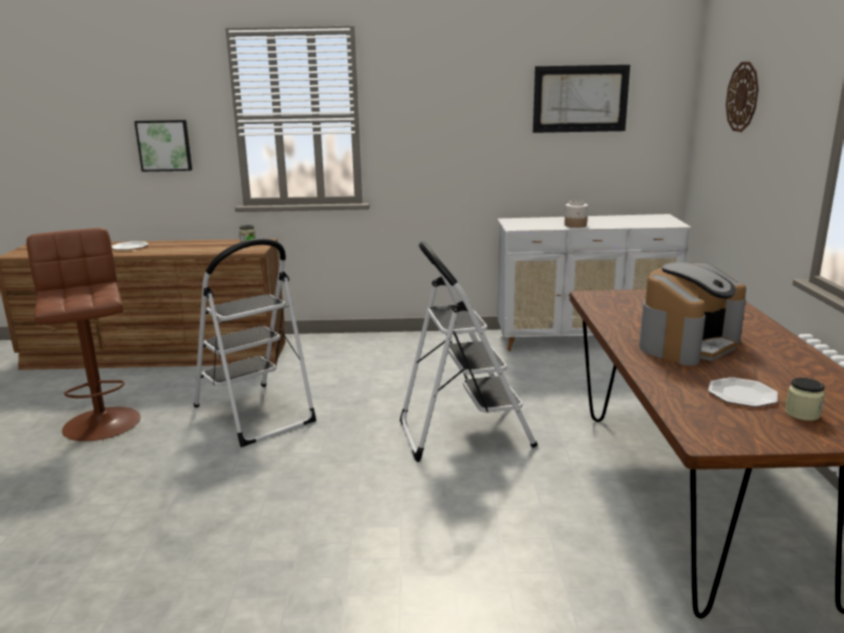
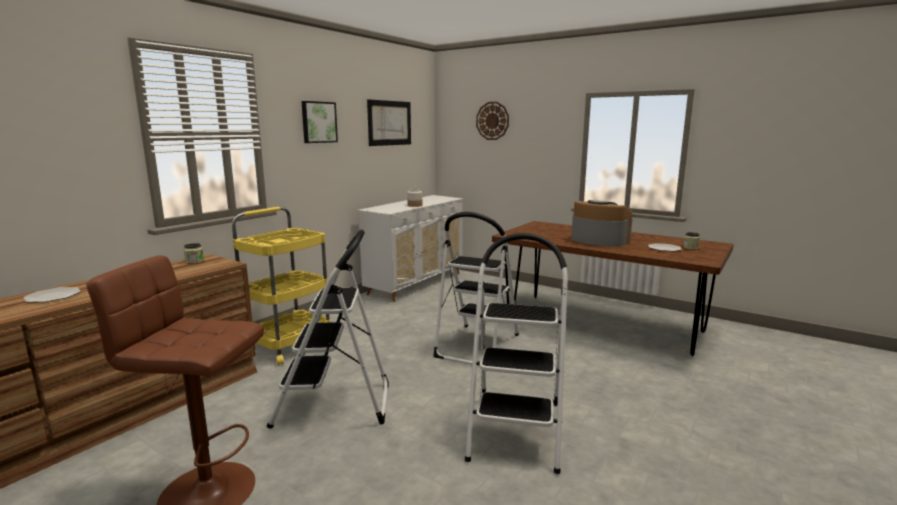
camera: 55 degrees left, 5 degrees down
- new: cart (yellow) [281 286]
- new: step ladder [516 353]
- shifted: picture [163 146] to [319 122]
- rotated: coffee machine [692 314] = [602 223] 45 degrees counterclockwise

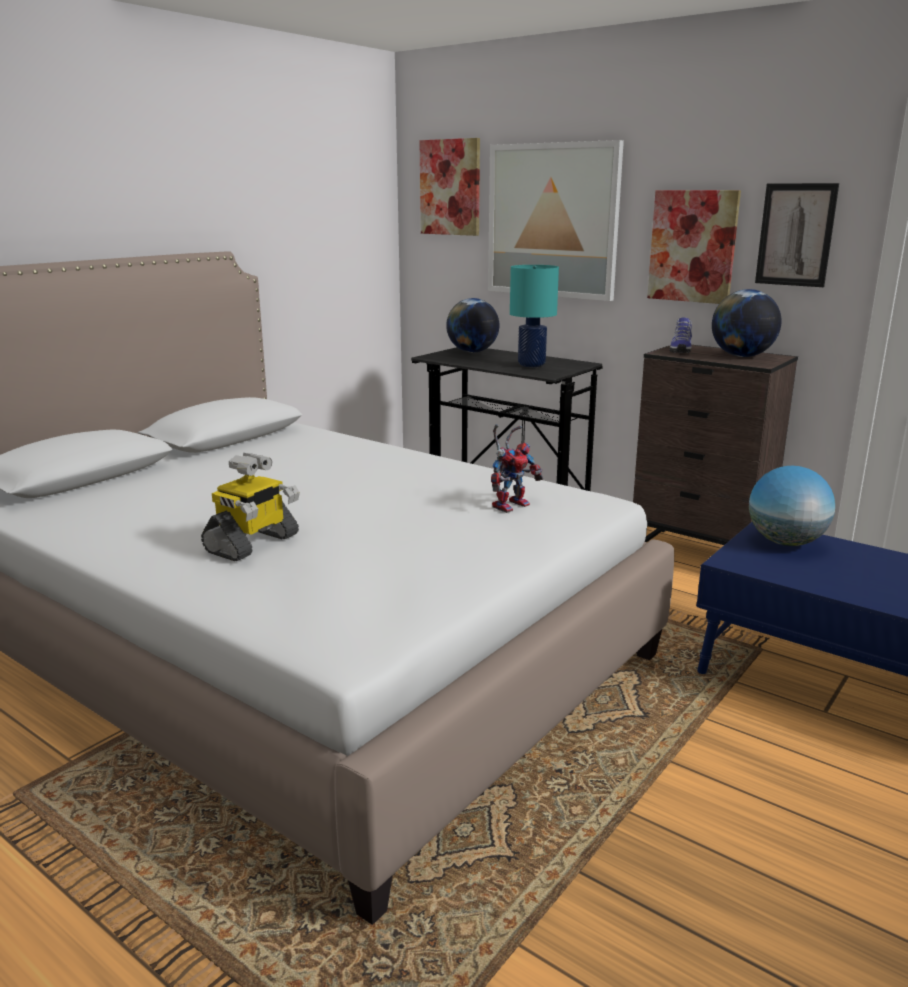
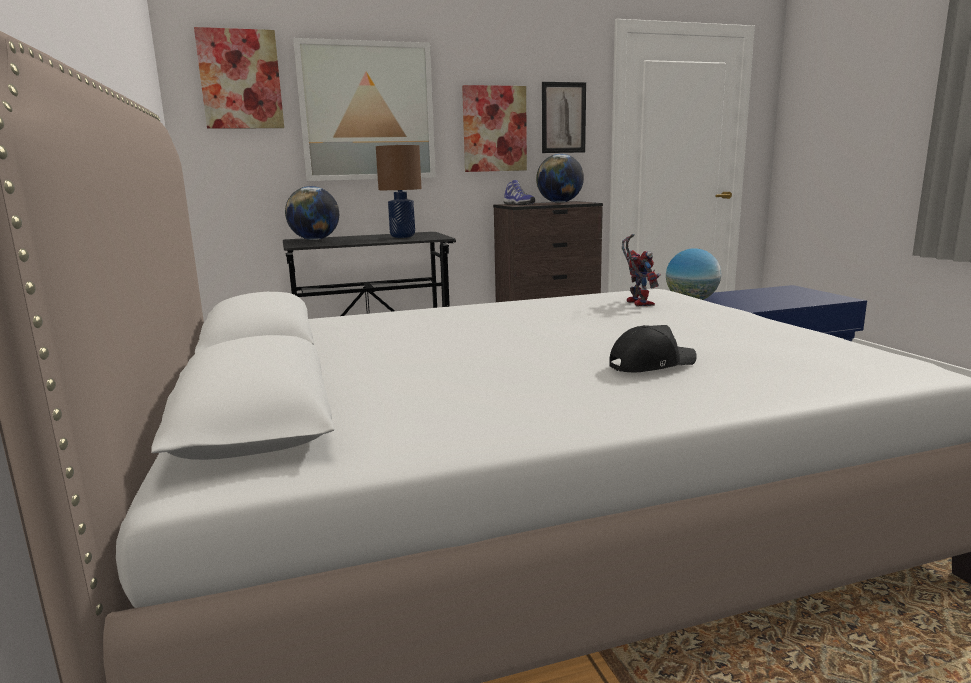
camera: 55 degrees left, 5 degrees down
- swapped: toy robot [250 507] to cap (black) [653 348]
- repainted: table lamp (turquoise) [534 316] to table lamp (brown) [399 191]

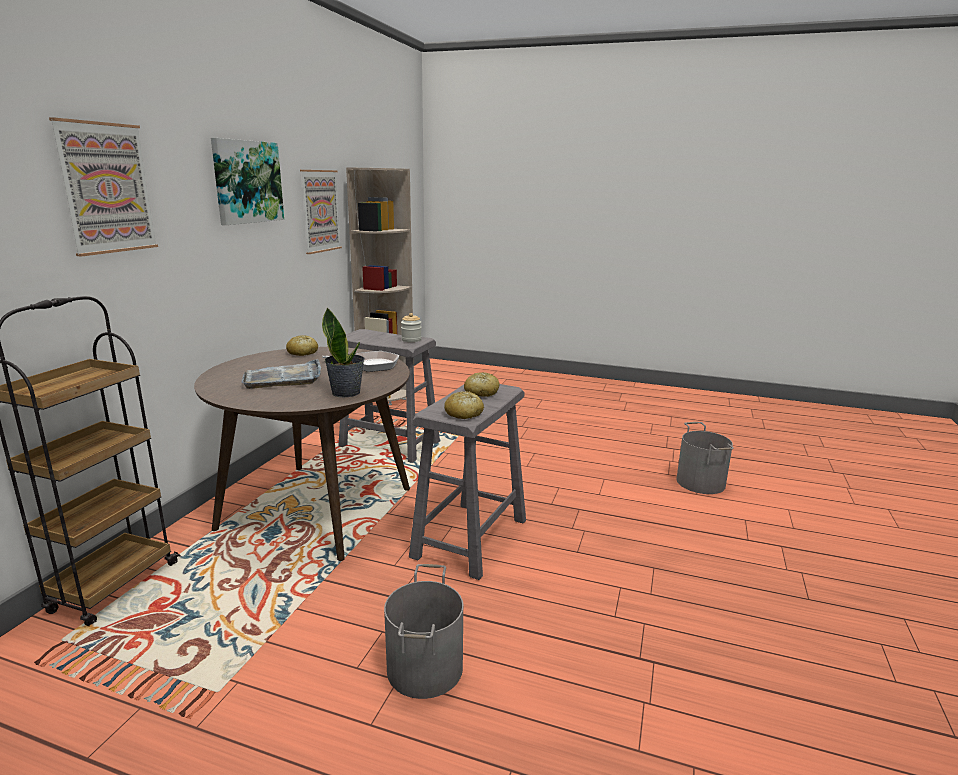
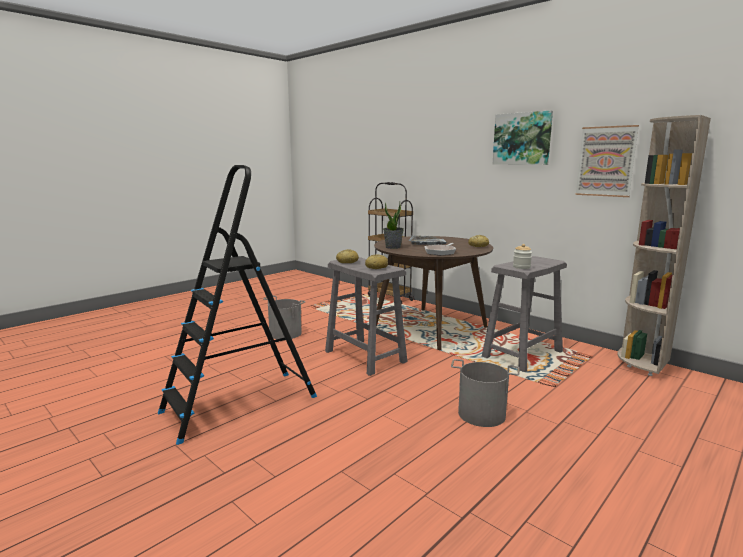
camera: 115 degrees right, 5 degrees down
- gone: picture [103 187]
- new: step ladder (black) [237 305]
- shifted: bucket (grey) [705 458] to [485 393]

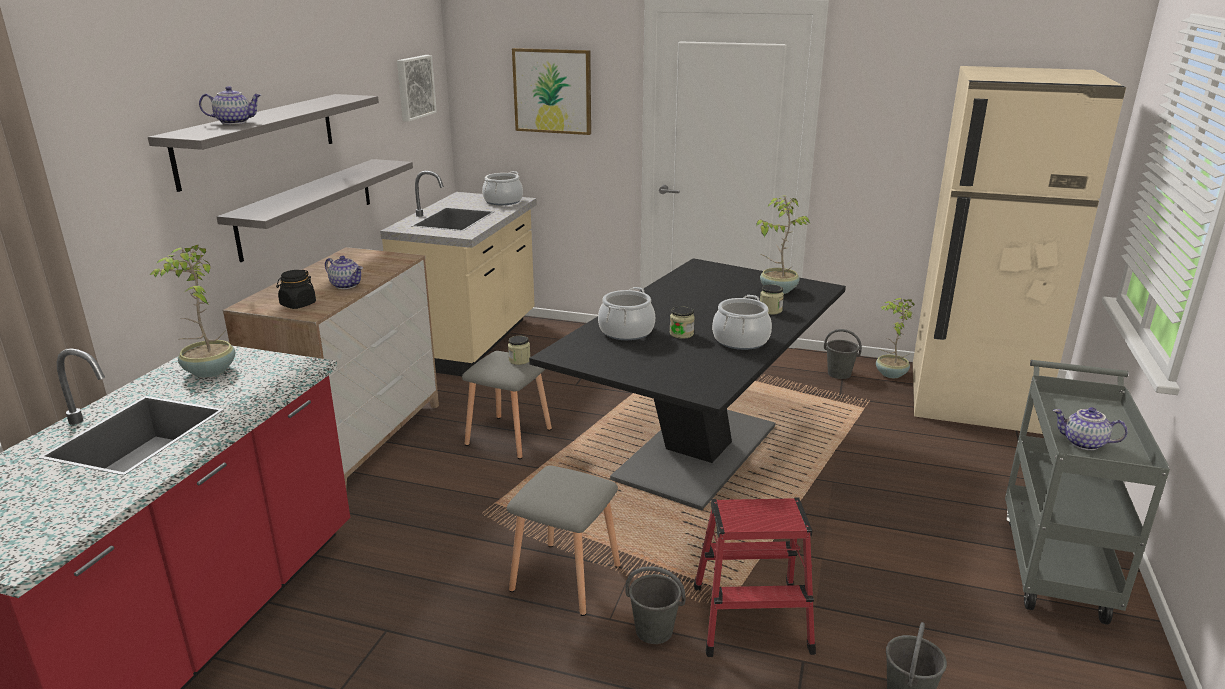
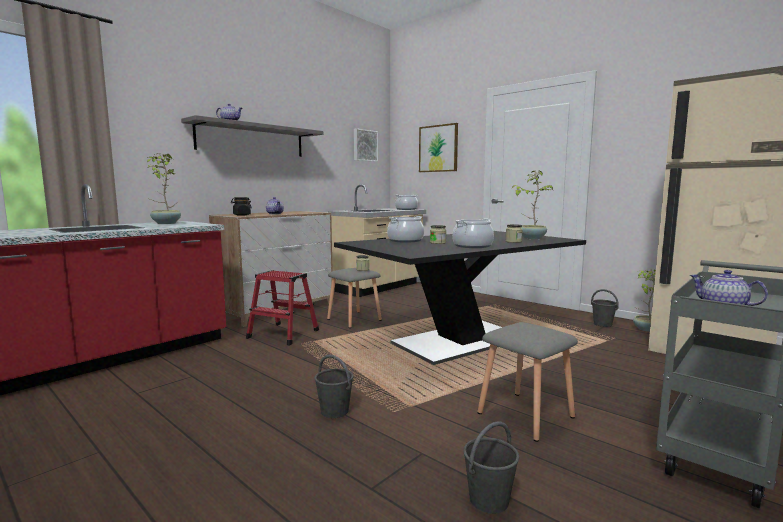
camera: 25 degrees right, 15 degrees down
- gone: shelf (grey) [315 210]
- shifted: stool (grey) [564 541] to [527 382]
- shifted: step ladder (red) [755 577] to [282 308]

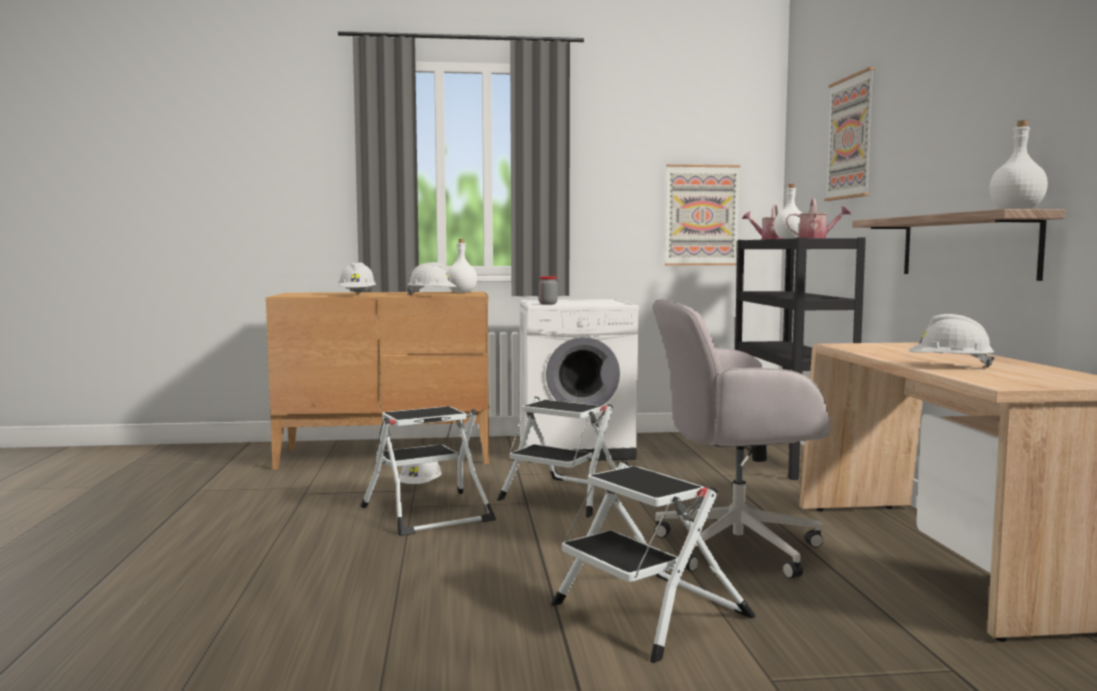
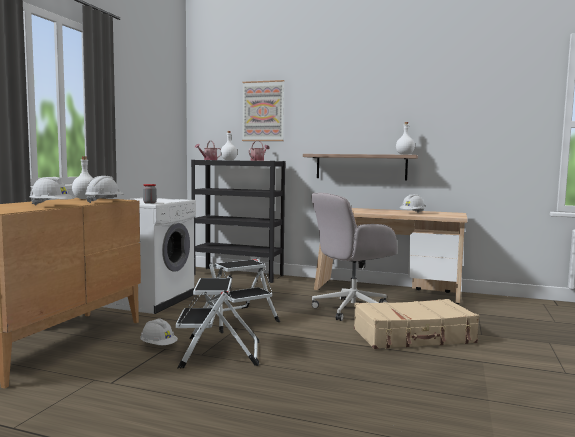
camera: 65 degrees left, 0 degrees up
- gone: picture [702 215]
- swapped: step ladder [653 561] to suitcase (beige) [416 324]
- rotated: office chair (grey) [742 439] = [354 257] 45 degrees clockwise

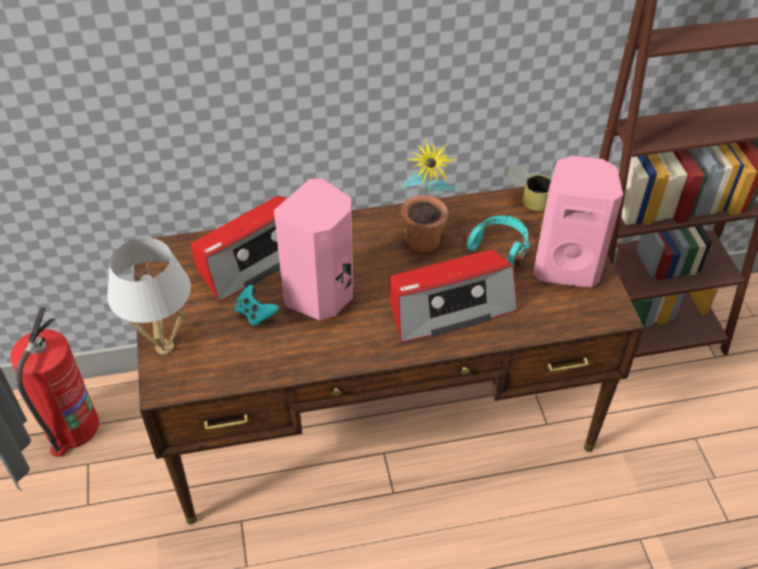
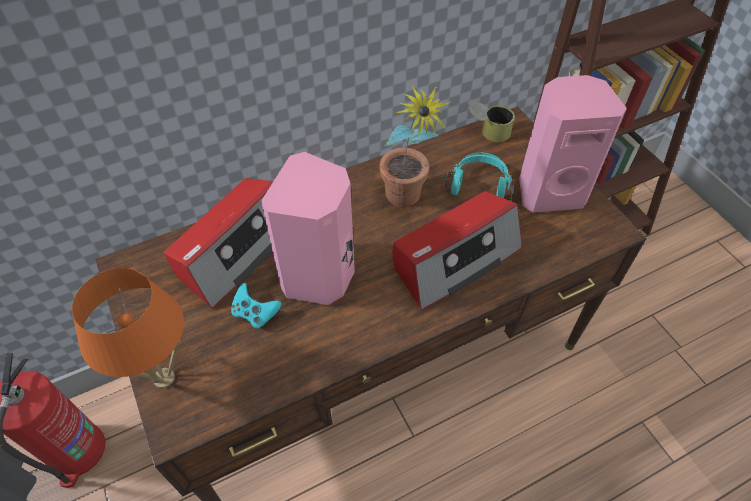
camera: 15 degrees left, 5 degrees up
- repainted: table lamp (white) [149 296] to table lamp (orange) [128 328]

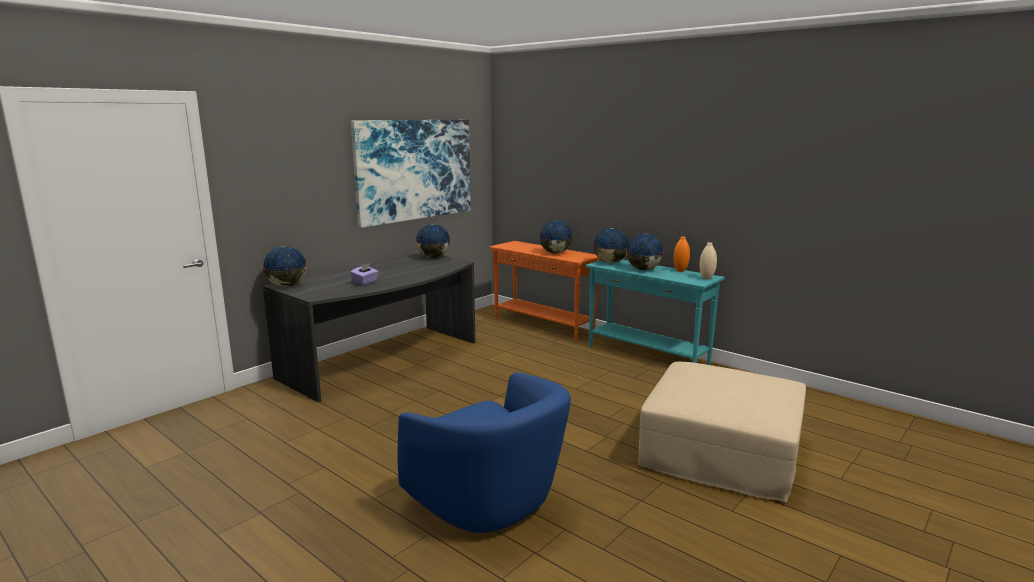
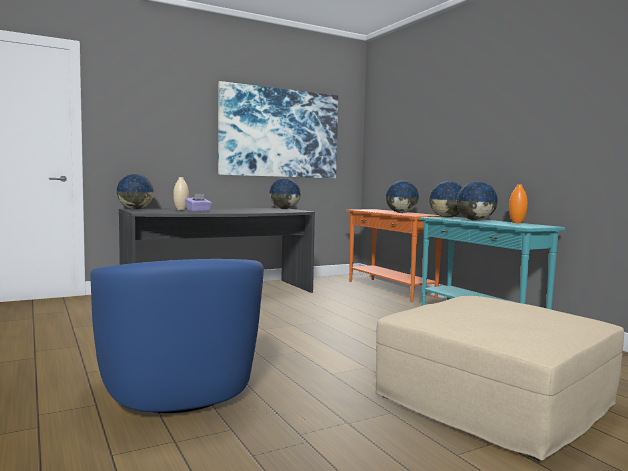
camera: 20 degrees right, 10 degrees down
- shifted: vase (beige) [708 261] to [181 193]

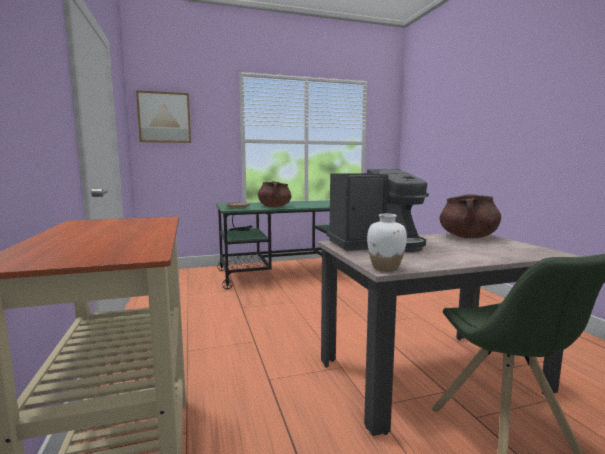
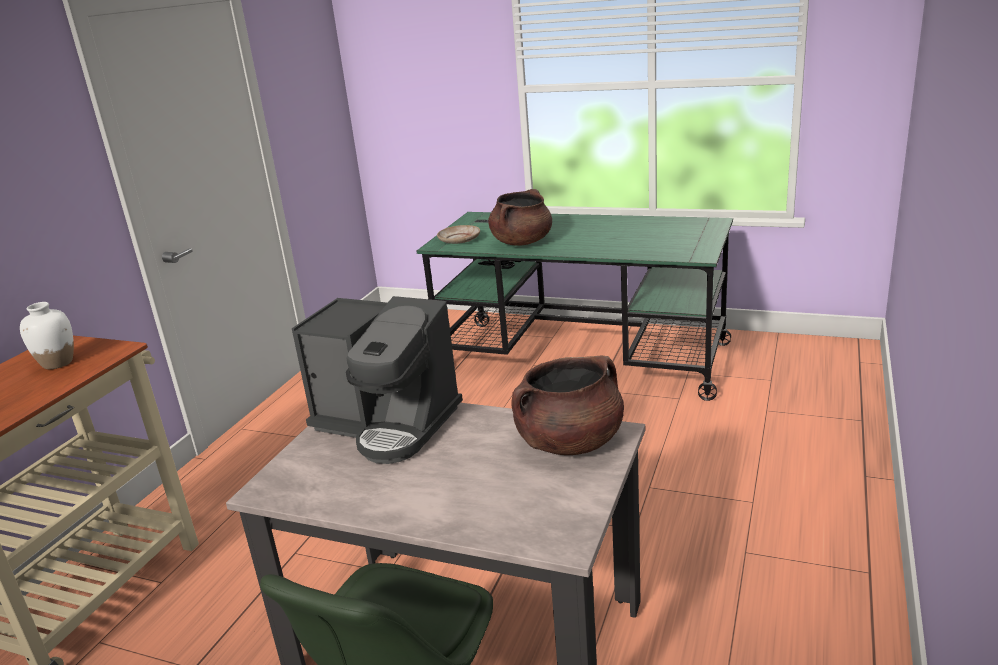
camera: 40 degrees right, 15 degrees up
- gone: picture [163 116]
- shifted: vase (white) [387 243] to [47 335]

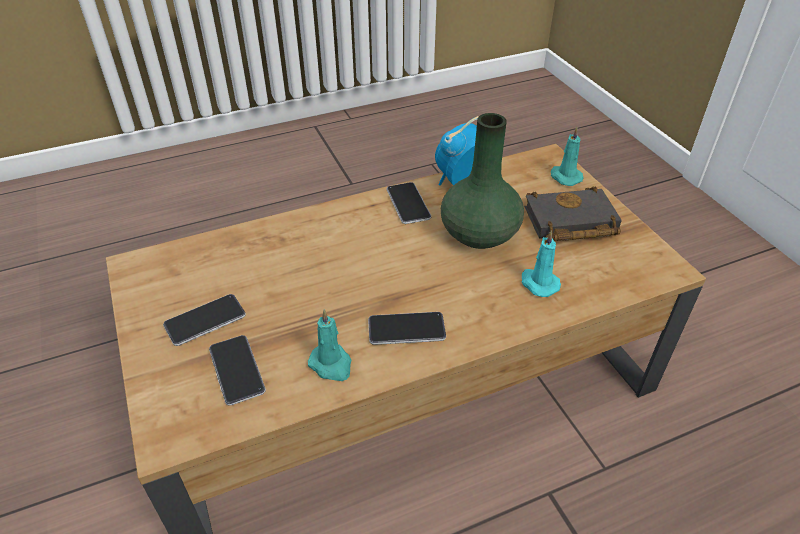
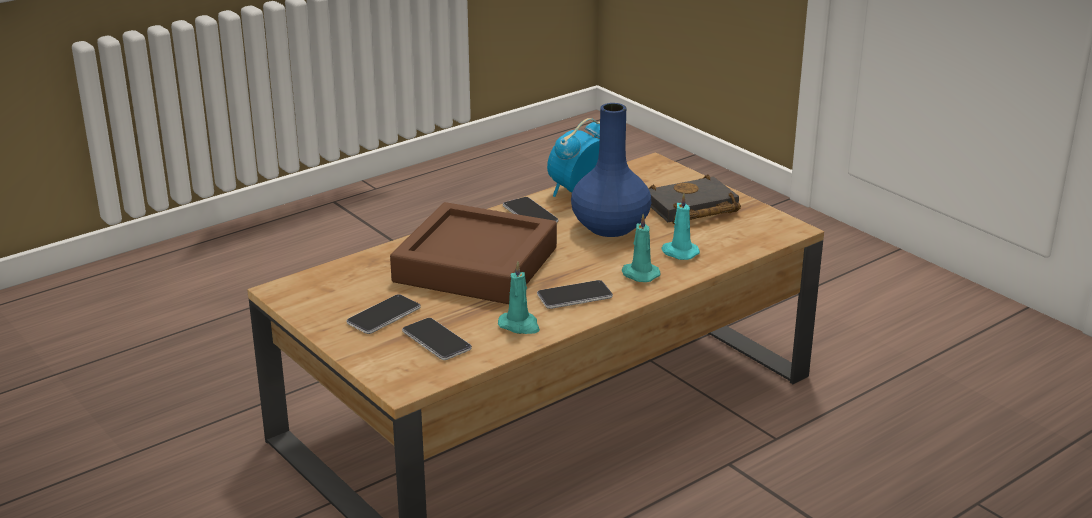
camera: 15 degrees left, 15 degrees down
- new: tray (brown) [473 253]
- shifted: candle (turquoise) [567 156] to [641 248]
- repainted: vase (green) [482 181] to vase (blue) [611 170]

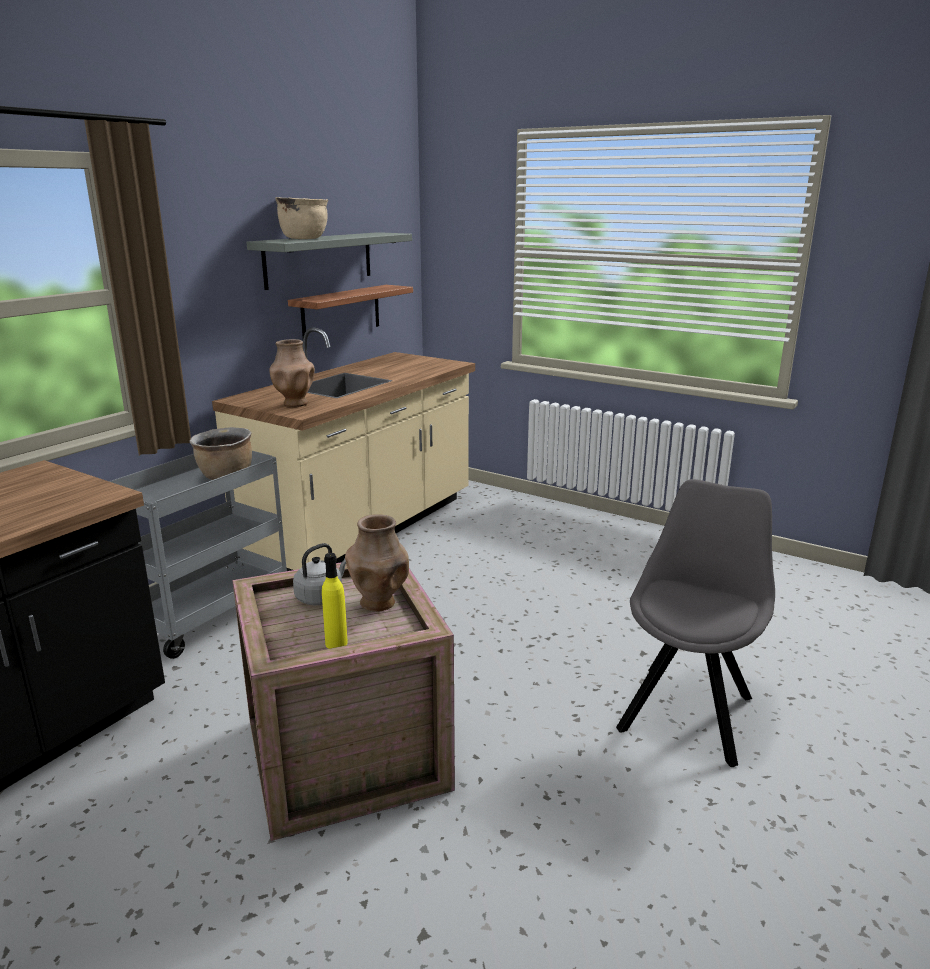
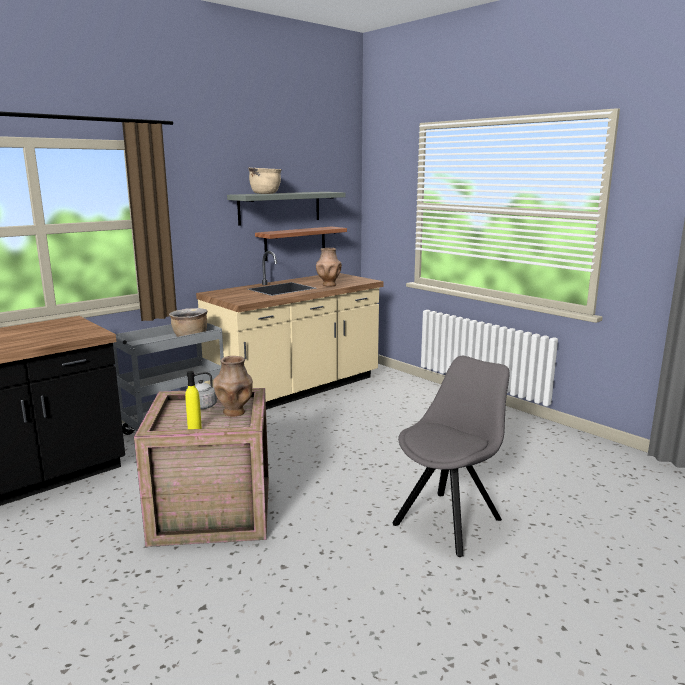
camera: 15 degrees right, 5 degrees down
- shifted: vase (brown) [292 373] to [329 267]

